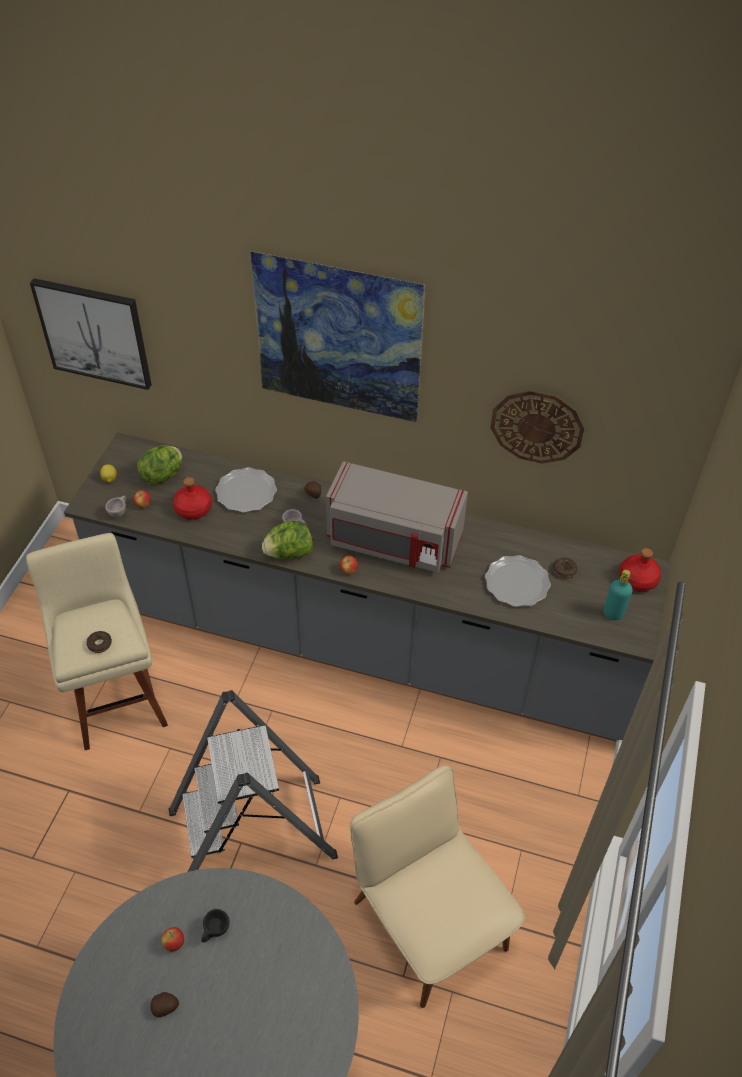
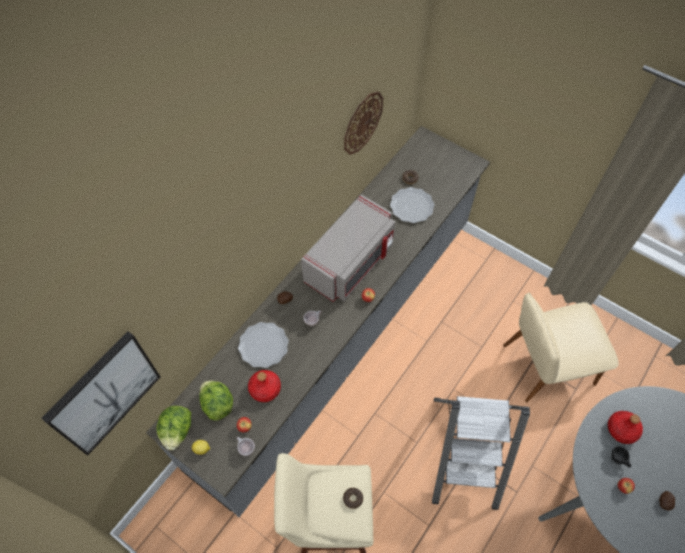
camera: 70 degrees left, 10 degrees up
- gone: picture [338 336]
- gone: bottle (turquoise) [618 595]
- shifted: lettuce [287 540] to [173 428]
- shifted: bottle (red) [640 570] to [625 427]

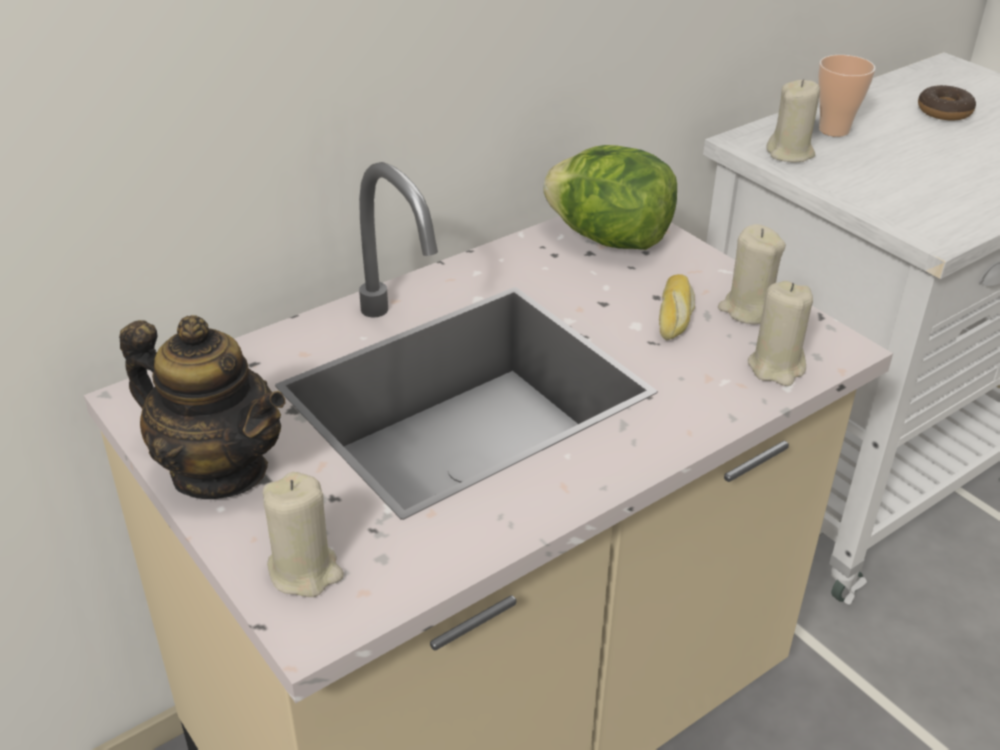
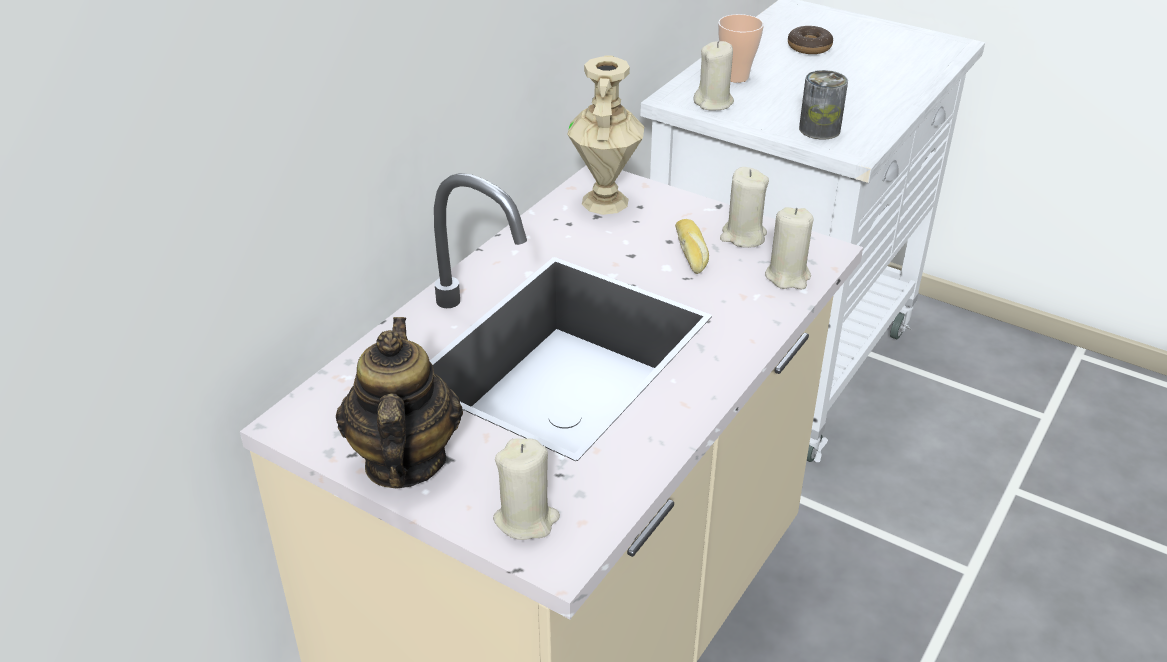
camera: 20 degrees left, 0 degrees up
- new: can [823 105]
- swapped: lettuce [610 197] to vase (beige) [605 135]
- rotated: teapot [202 407] = [399 403] 105 degrees counterclockwise

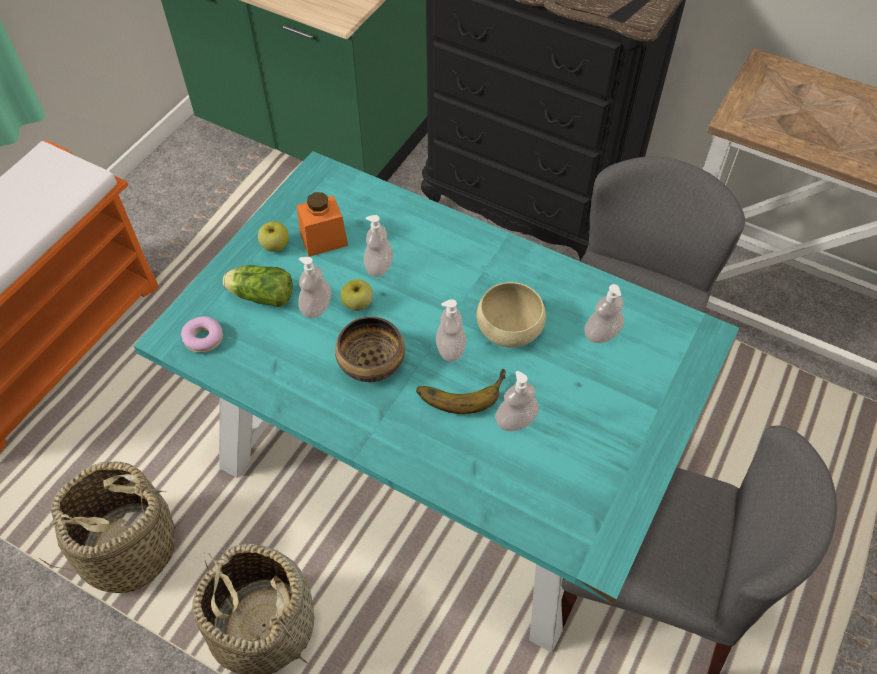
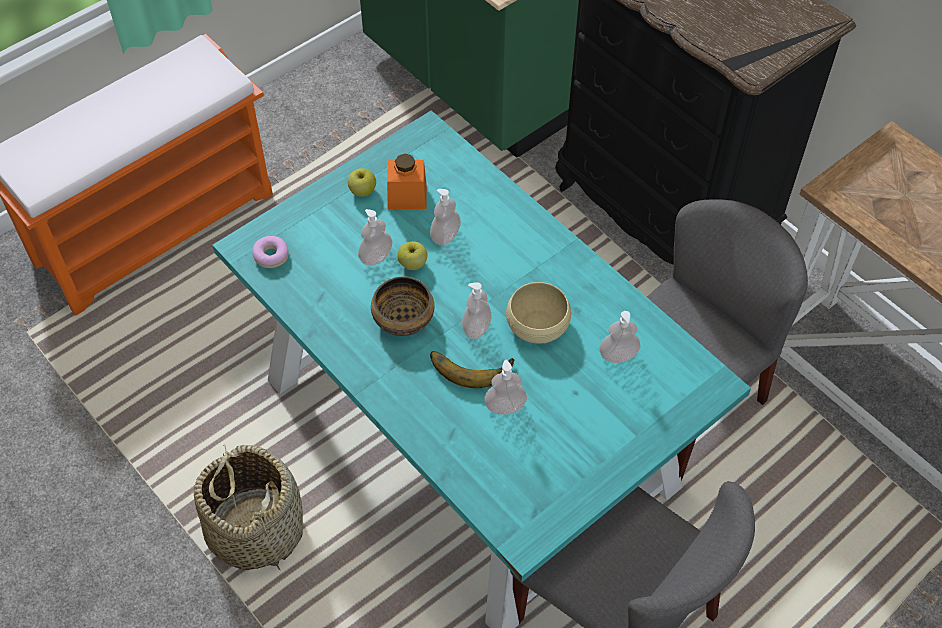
camera: 20 degrees right, 0 degrees up
- gone: basket [110 527]
- gone: lettuce [257 286]

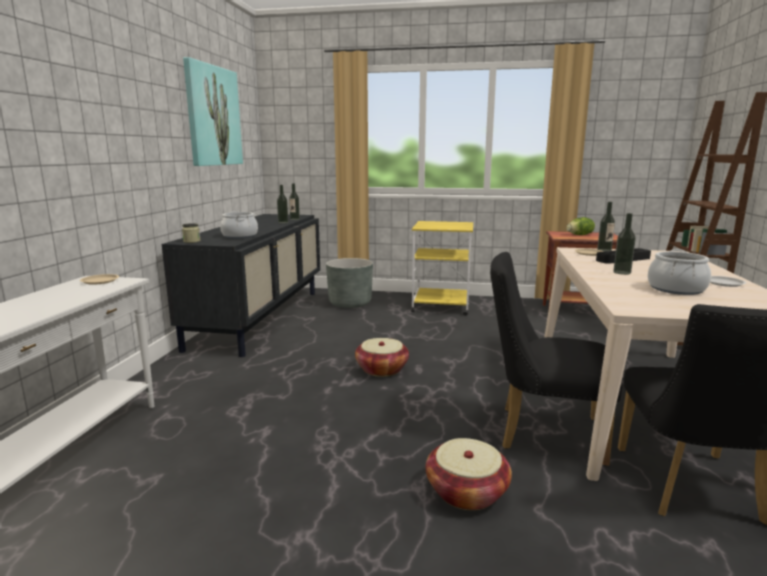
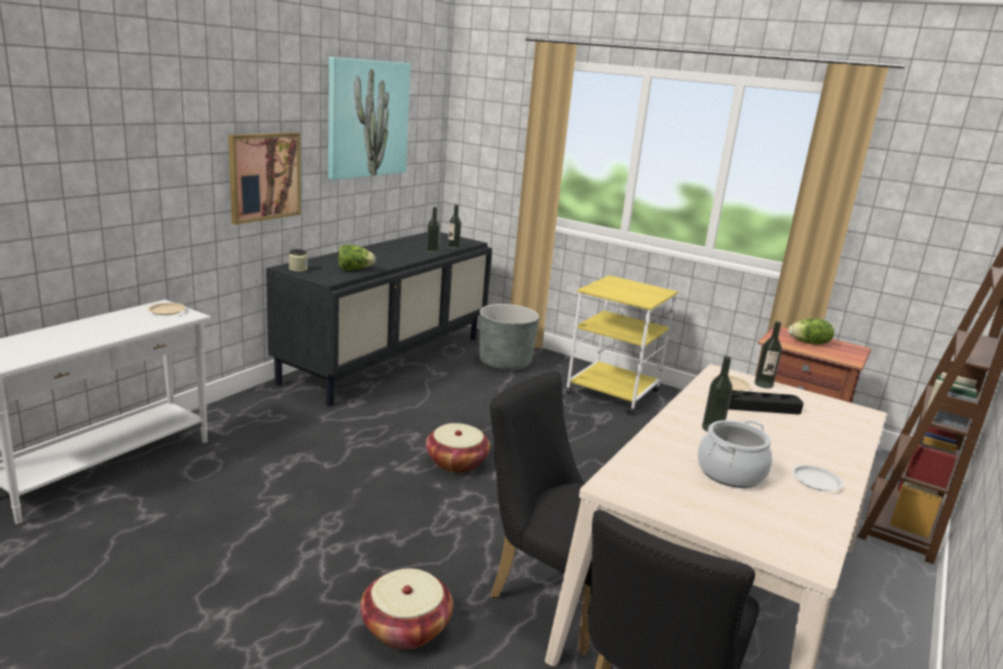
camera: 20 degrees right, 5 degrees up
- new: picture [264 178]
- swapped: cooking pot [239 225] to lettuce [357 257]

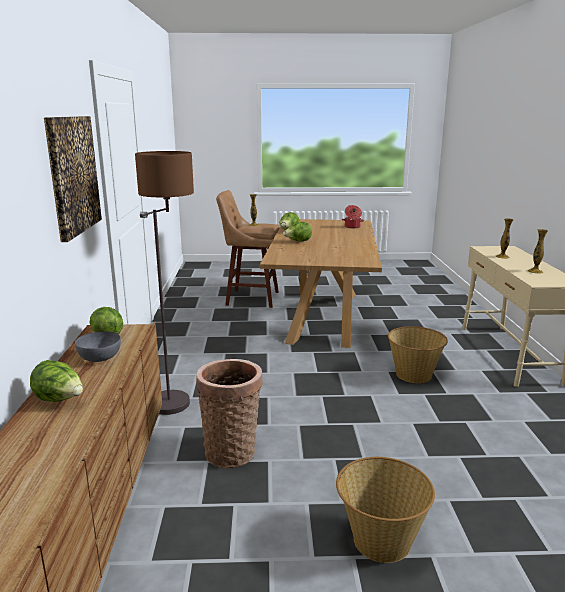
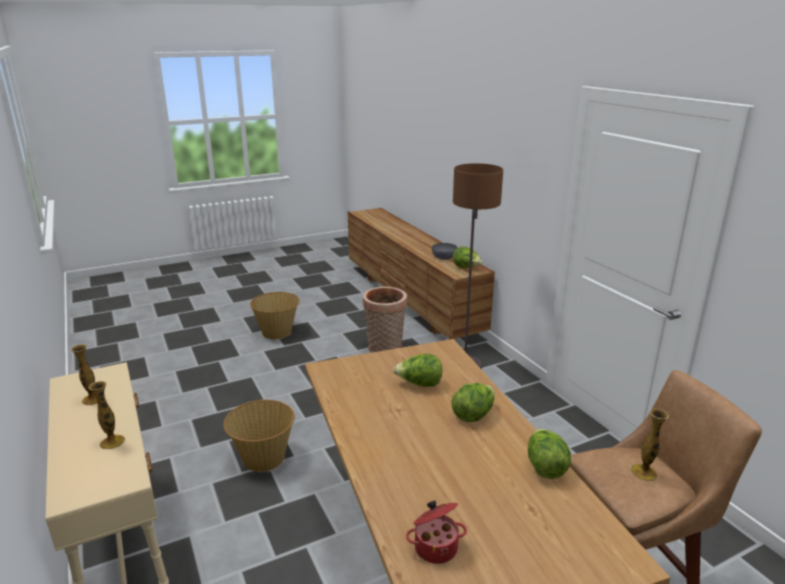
camera: 155 degrees right, 5 degrees up
- gone: picture [73 179]
- shifted: lettuce [56 381] to [418 370]

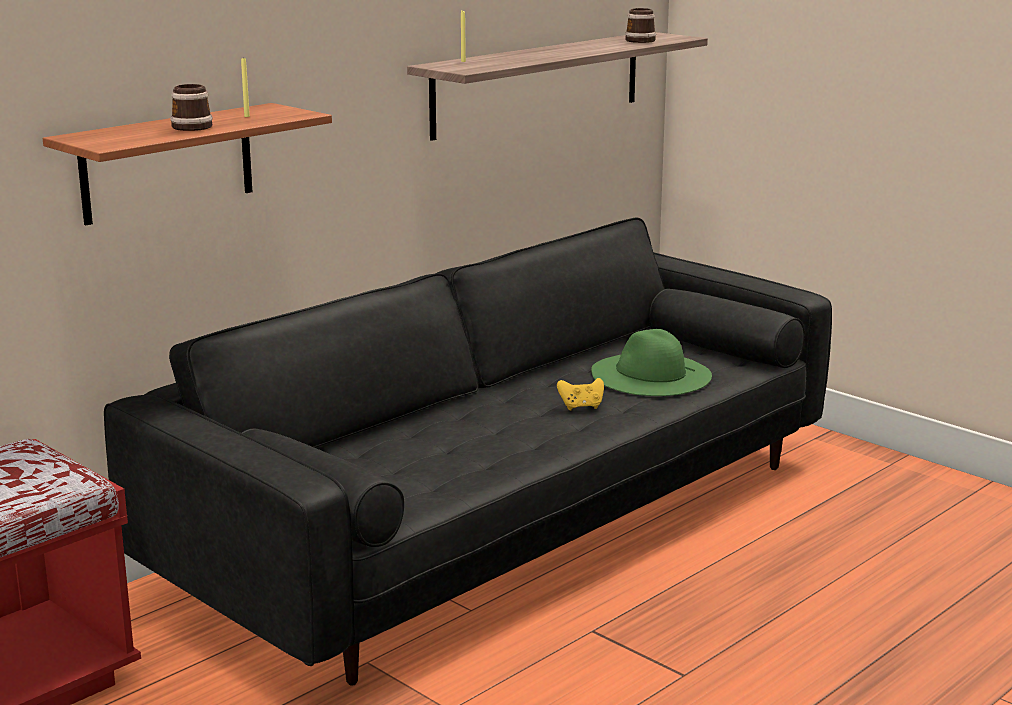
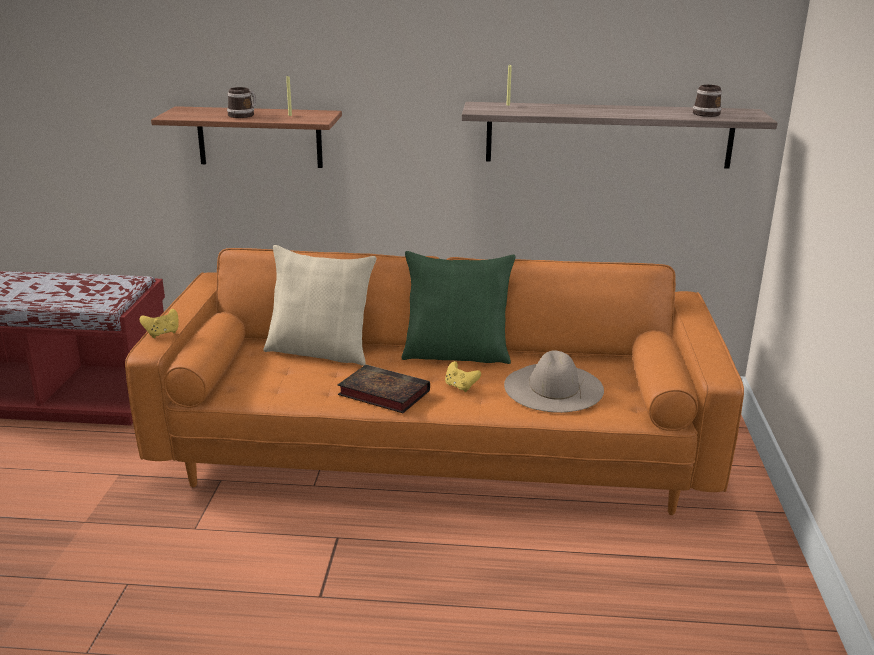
camera: 50 degrees right, 5 degrees up
- new: game controller (yellow) [158 323]
- new: pillow (beige) [320 305]
- new: book [384 389]
- new: pillow (green) [458 307]
- repainted: sofa (black) [468 452] to sofa (orange) [434 381]
- repainted: hat (green) [651 362] to hat (beige) [554 381]

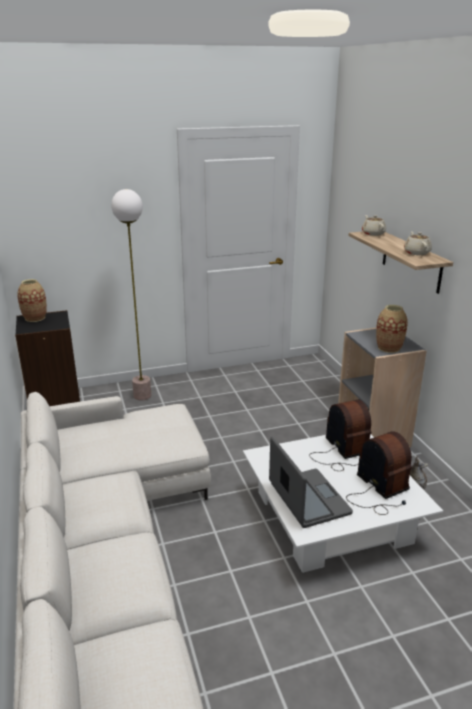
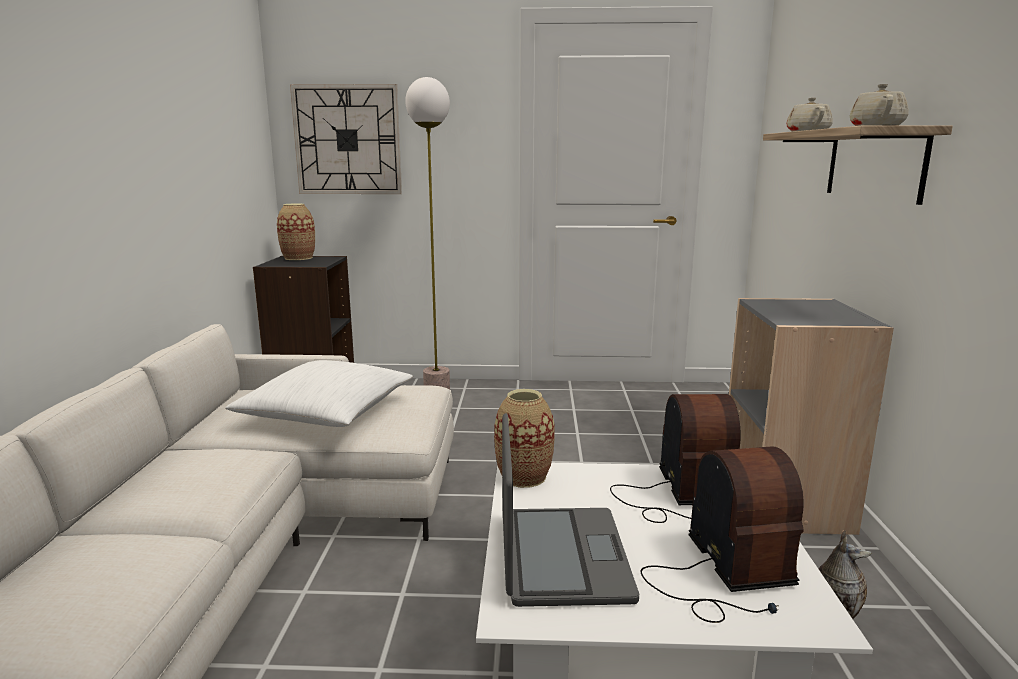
camera: 20 degrees right, 10 degrees down
- new: pillow (white) [319 393]
- new: wall clock [346 139]
- shifted: vase [392 329] to [524 438]

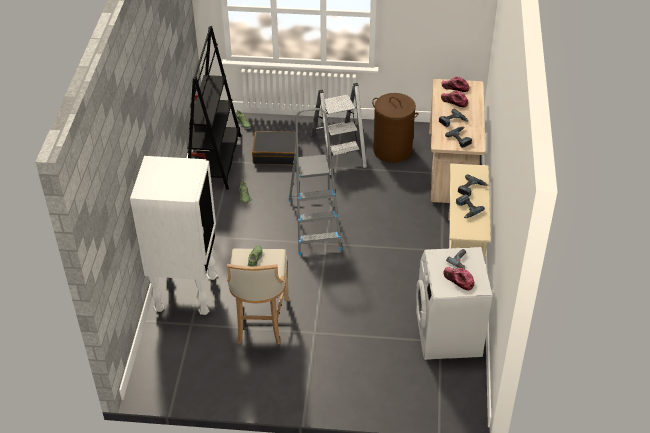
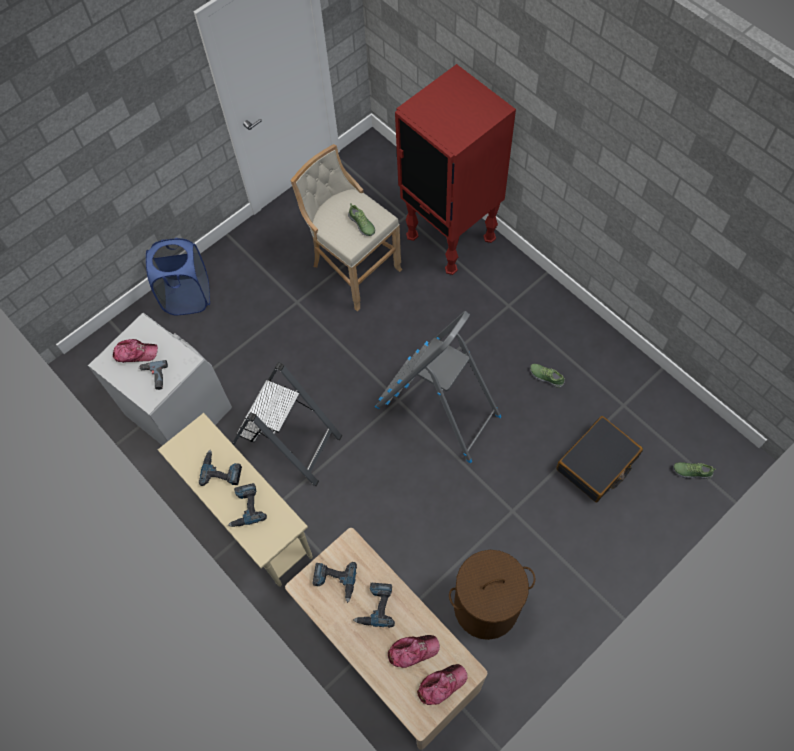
camera: 135 degrees right, 20 degrees up
- gone: bookcase (black) [214 108]
- new: laundry basket (blue) [178 276]
- shifted: step ladder (grey) [339 129] to [287 424]
- repainted: cabinet (white) [174 235] to cabinet (red) [455 169]

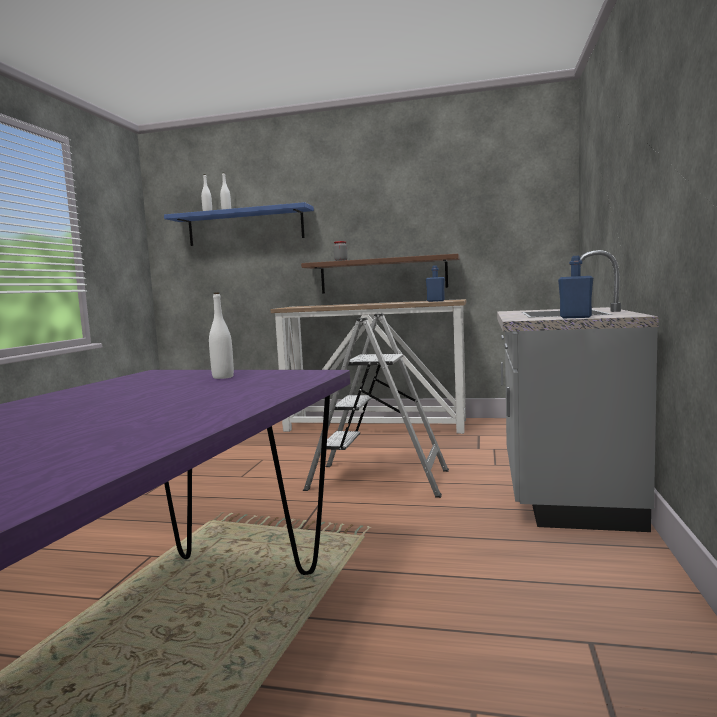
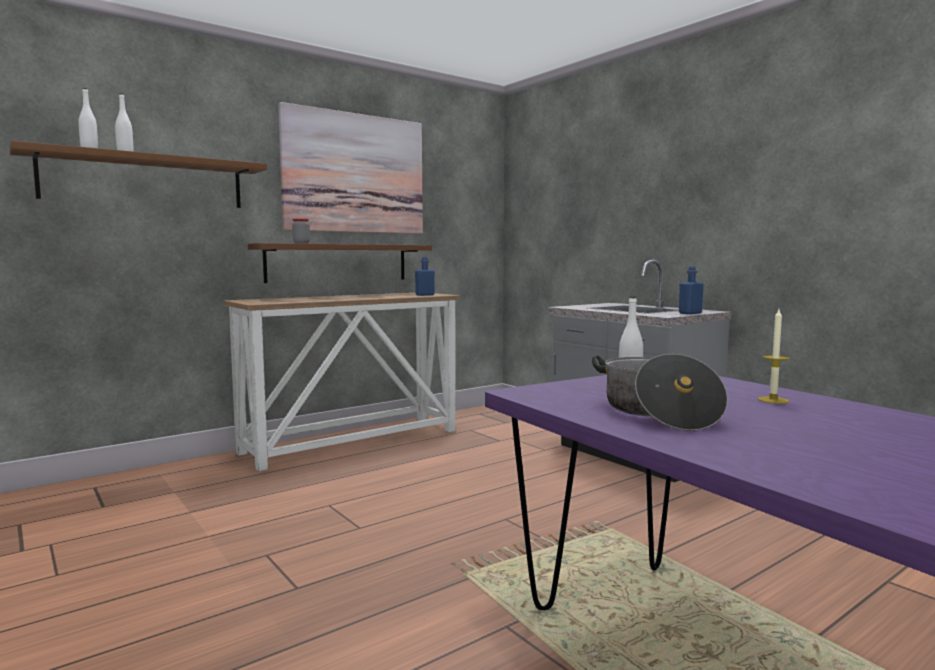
camera: 50 degrees left, 0 degrees up
- gone: step ladder (grey) [375 405]
- new: picture [350 168]
- new: cooking pot [660 392]
- new: candle [774 357]
- repainted: shelf (blue) [239 224] to shelf (brown) [138 174]

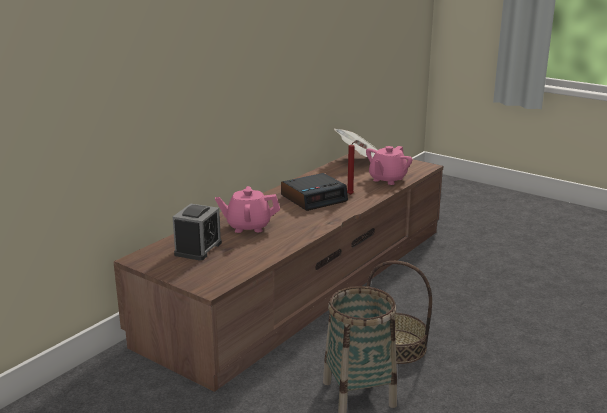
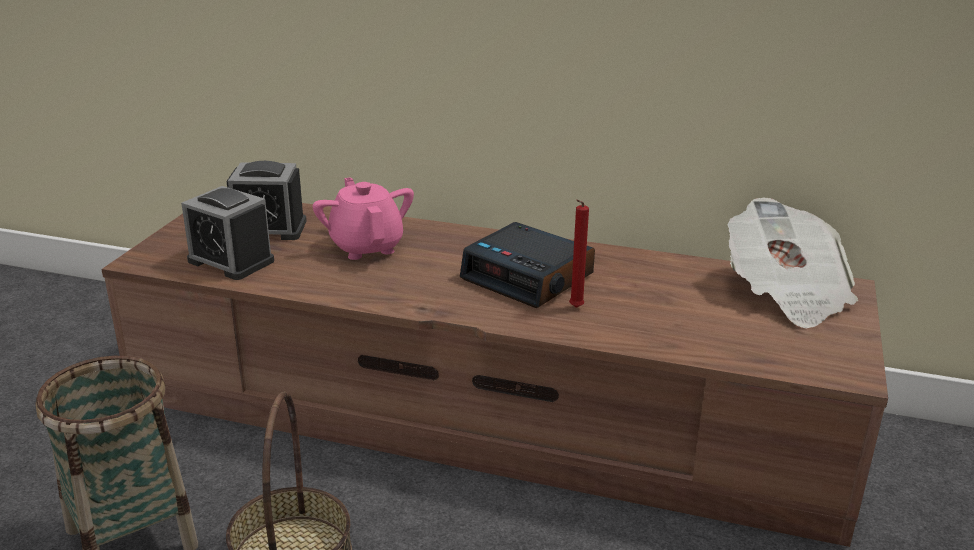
camera: 70 degrees right, 5 degrees up
- gone: teapot (pink) [389 165]
- new: alarm clock [227 233]

